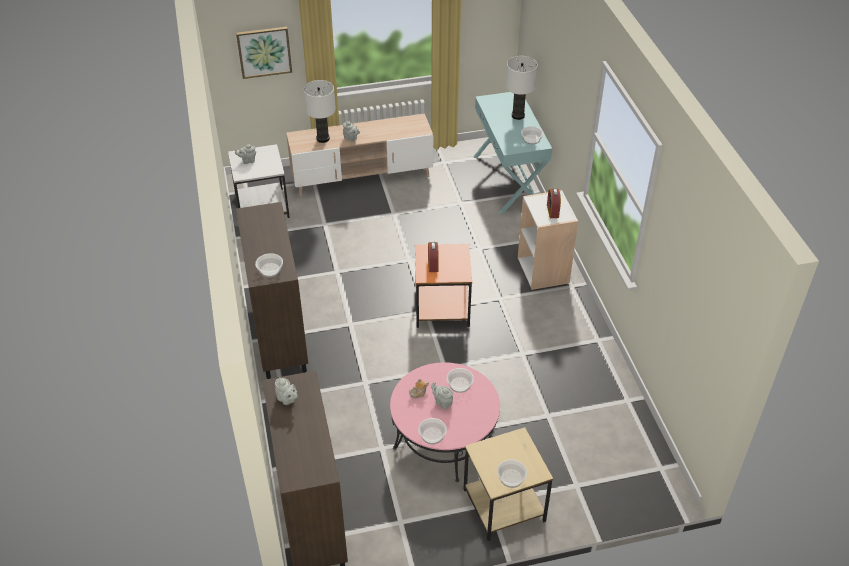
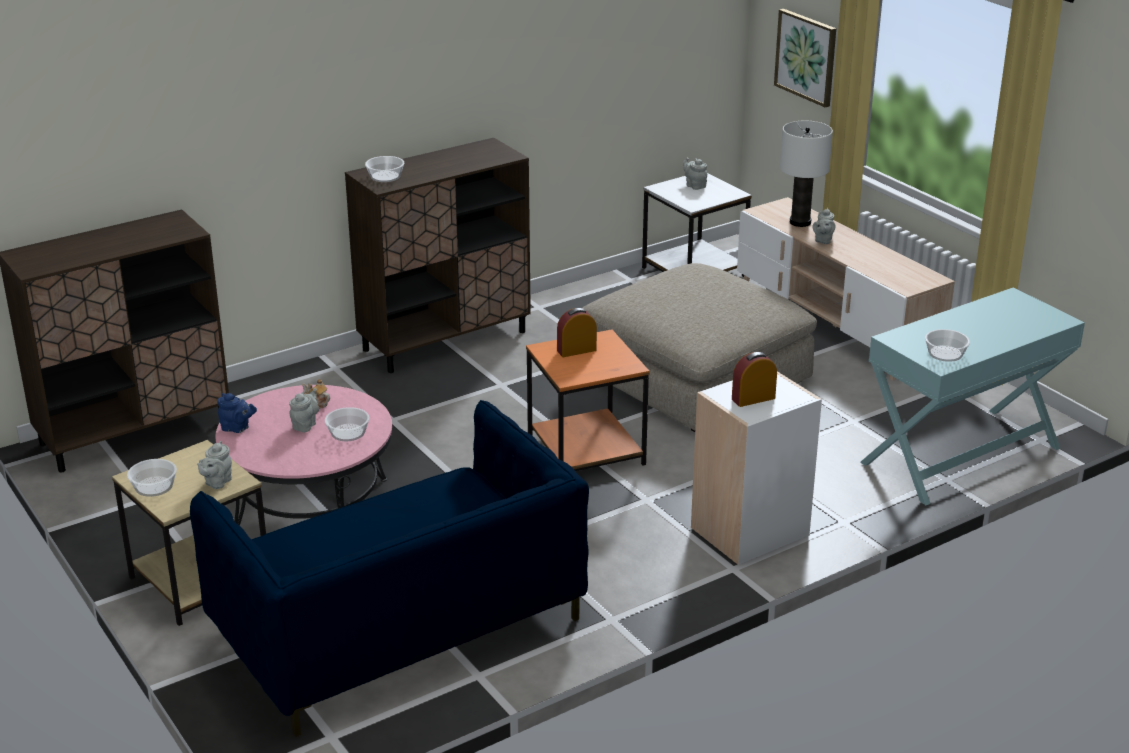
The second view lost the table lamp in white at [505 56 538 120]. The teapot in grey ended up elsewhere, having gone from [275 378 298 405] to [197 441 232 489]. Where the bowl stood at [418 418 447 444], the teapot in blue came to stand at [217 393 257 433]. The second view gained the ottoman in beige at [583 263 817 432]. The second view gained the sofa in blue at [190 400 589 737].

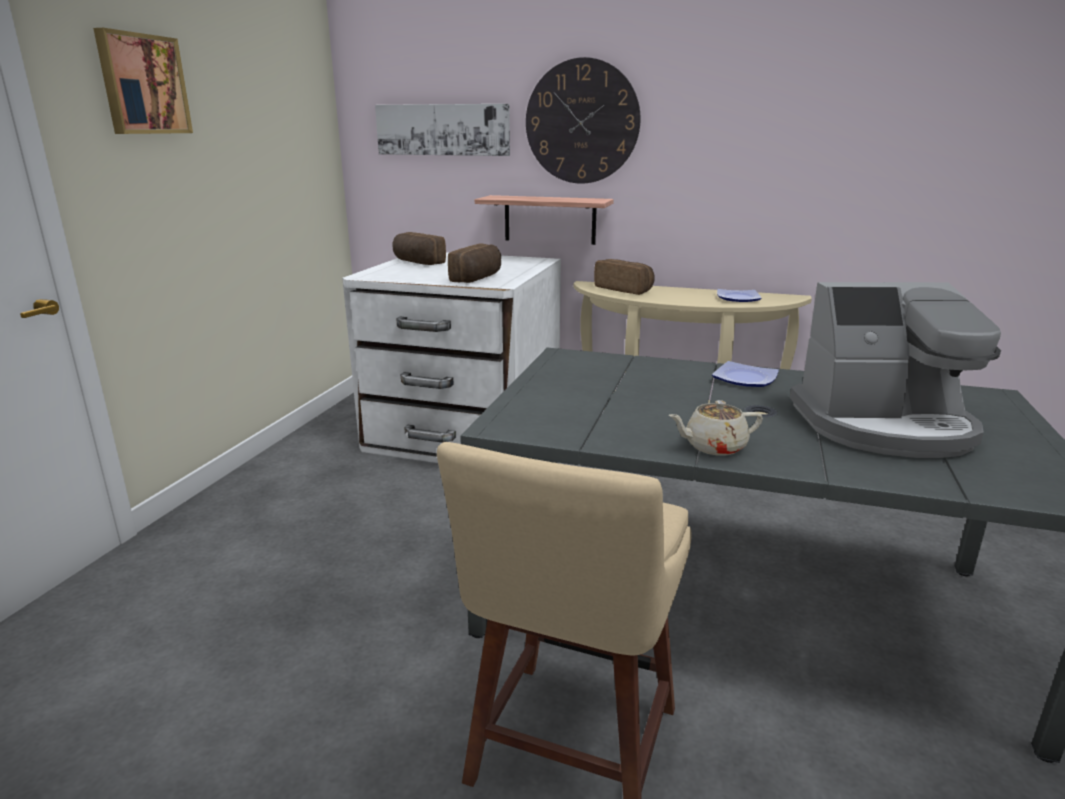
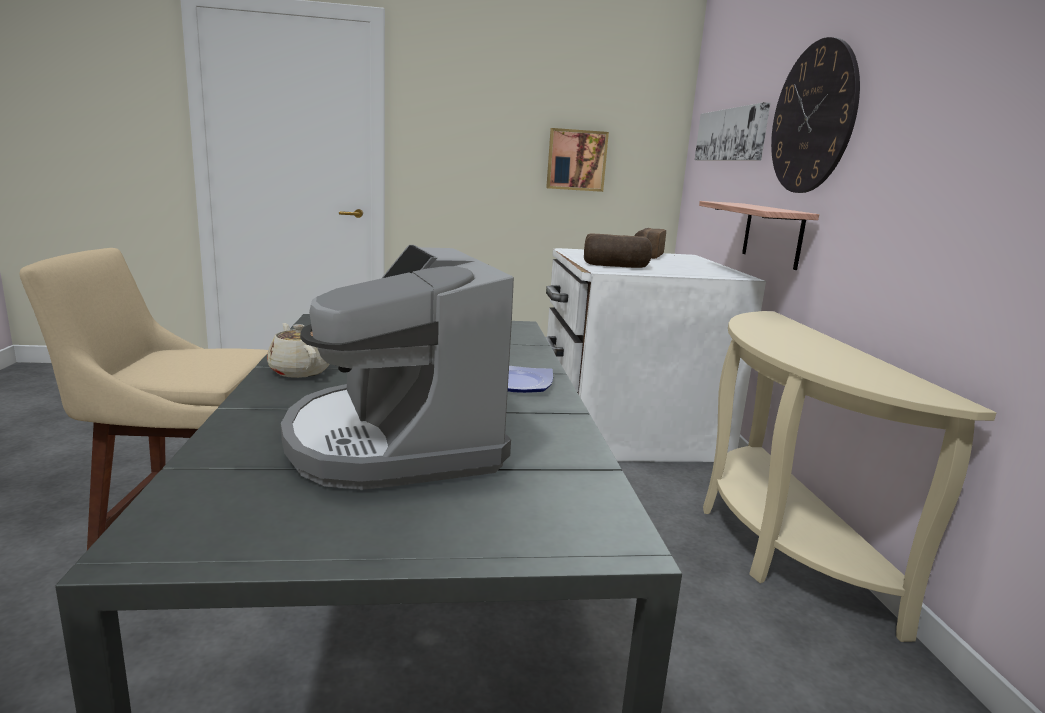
The picture ended up elsewhere, having gone from [93 28 193 134] to [546 128 609 192]. The second view lost the bread at [594 259 655 295]. The second view lost the plate at [717 289 762 302].

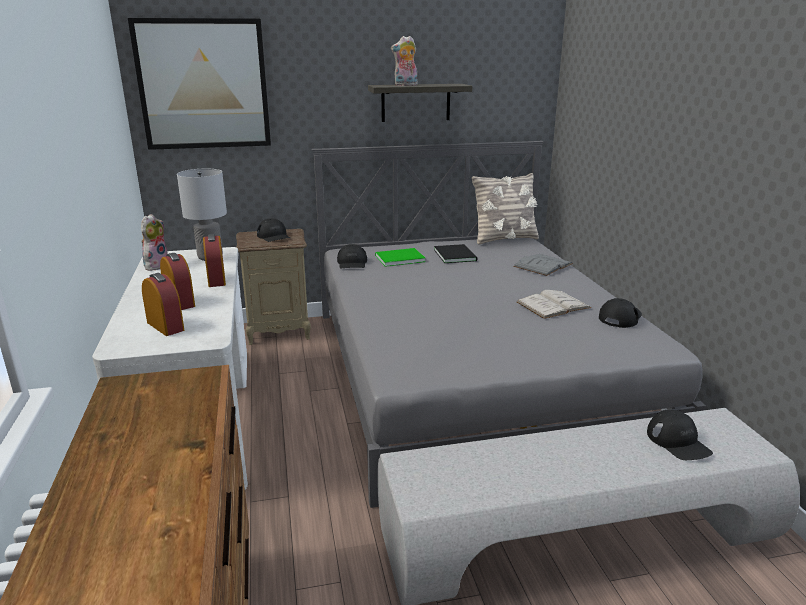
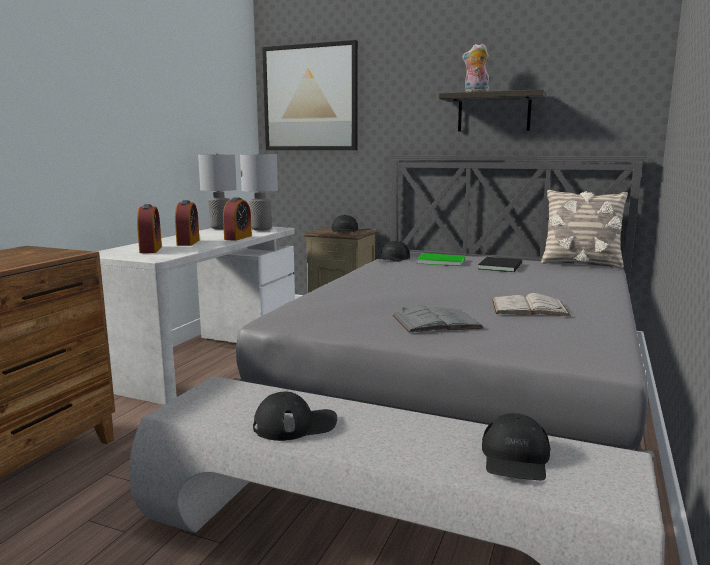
Where the plush toy stood at [141 214 168 271], the table lamp in grey came to stand at [198 153 237 229]. The book in grey ended up elsewhere, having gone from [513 254 573 276] to [392 305 484 333]. The cap in black ended up elsewhere, having gone from [599 298 642 328] to [253 392 338 441].

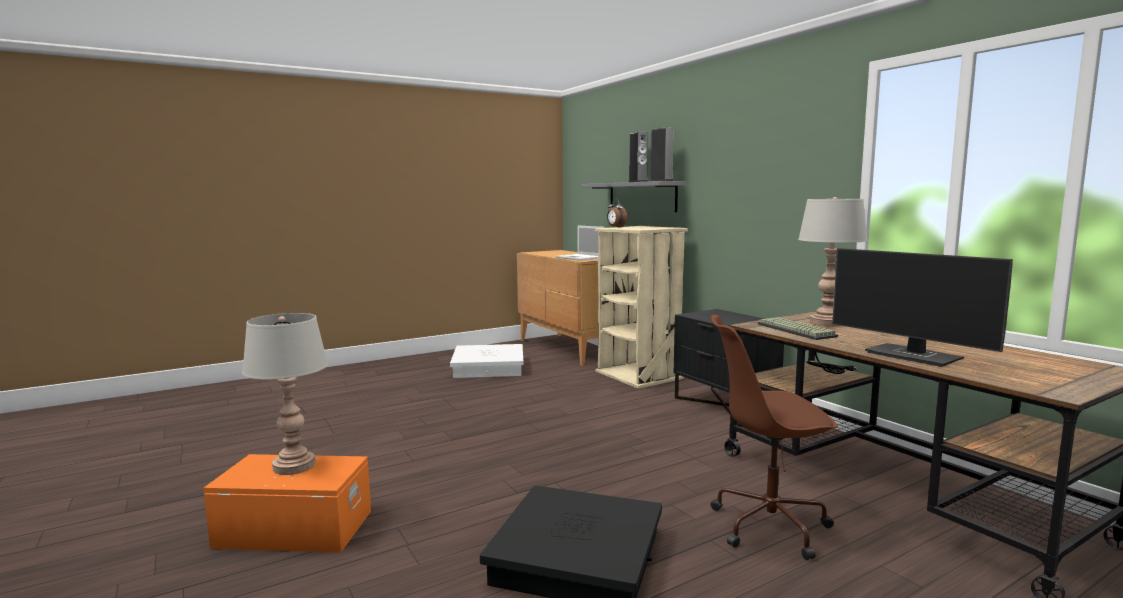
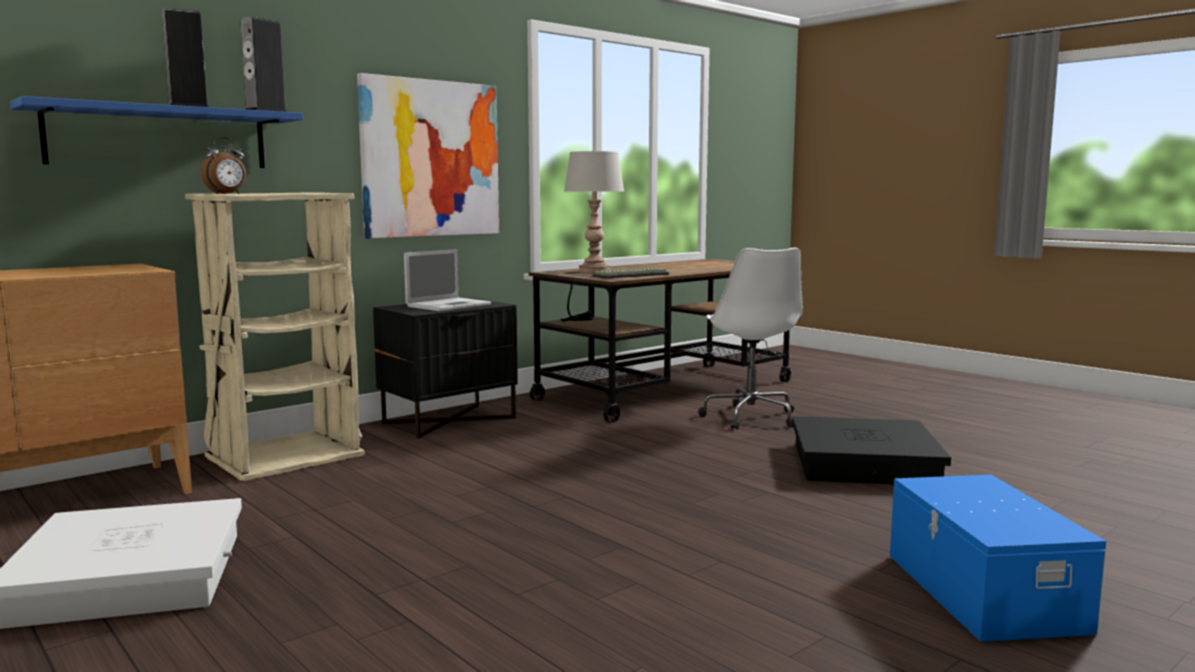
What was the shelf in grey at [582 181 686 212] turned into the shelf in blue at [10 96 303 168]. The laptop ended up elsewhere, having gone from [556 226 604 261] to [404 249 491 311]. The second view lost the monitor at [832 248 1013 367]. The second view lost the table lamp in grey at [242 313 328 475]. What was the office chair in brown at [710 315 838 560] turned into the office chair in white at [698 248 803 429]. What was the storage box in orange at [203 454 371 552] turned into the storage box in blue at [890 475 1106 642]. The second view gained the picture at [357 73 499 238].

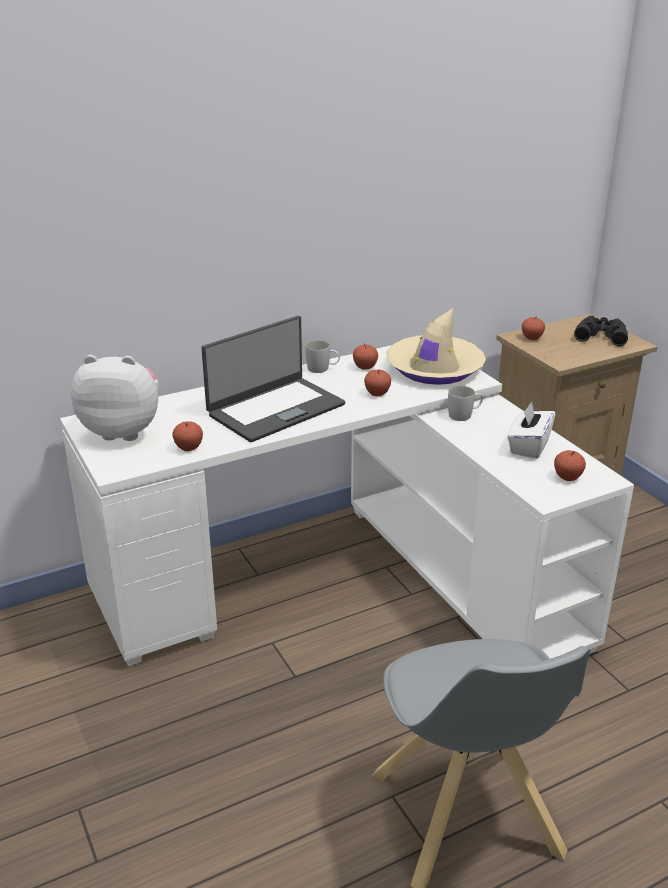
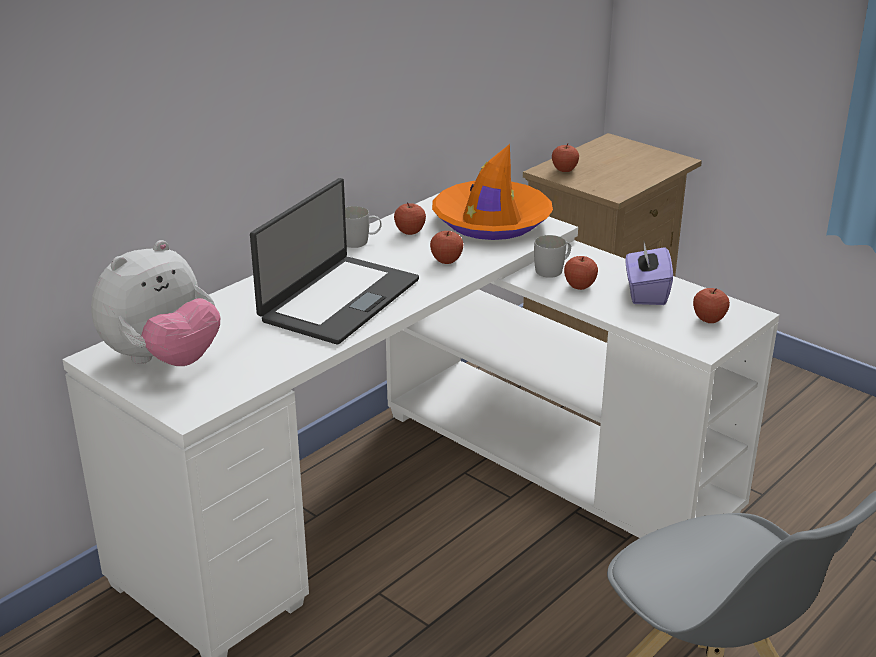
What was the hat in beige at [386 308 486 385] turned into the hat in orange at [432 144 553 240]. The second view lost the binoculars in black at [574 316 628 347]. The plush toy at [71 355 159 441] ended up facing another way, 150 degrees clockwise from before. What was the tissue box in white at [507 401 555 459] turned into the tissue box in purple at [625 242 673 305]. The apple ended up elsewhere, having gone from [173 421 203 451] to [564 256 598 290].

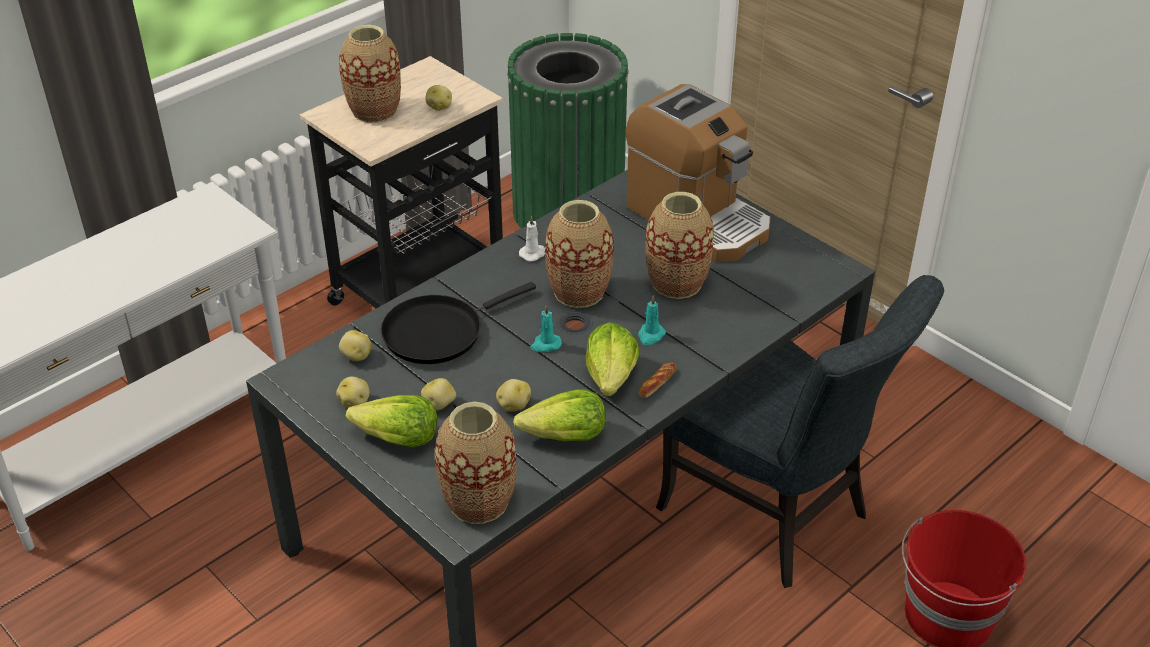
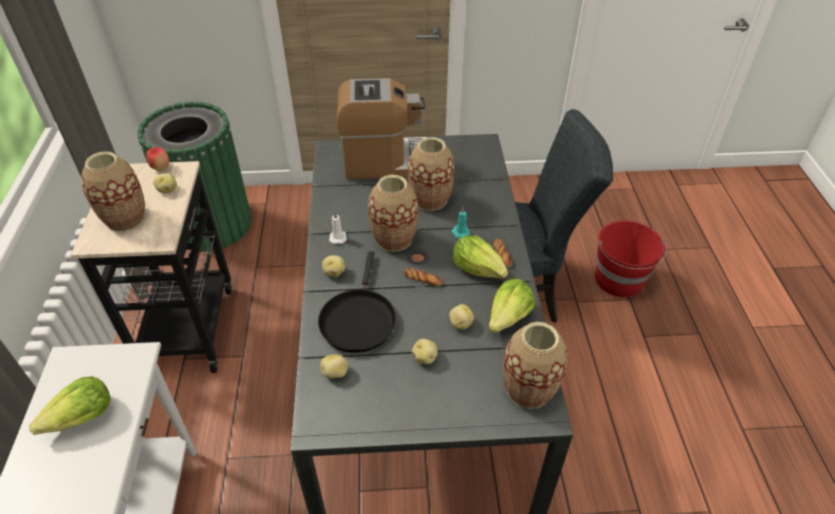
Where the candle in turquoise stood at [531 305 562 352], the bread came to stand at [404 268 442 286]. The potato ended up elsewhere, having gone from [336 377 370 408] to [322 255 345 277]. The lettuce ended up elsewhere, having gone from [346 395 438 448] to [29 376 111 435]. The second view gained the apple at [146 147 169 171].

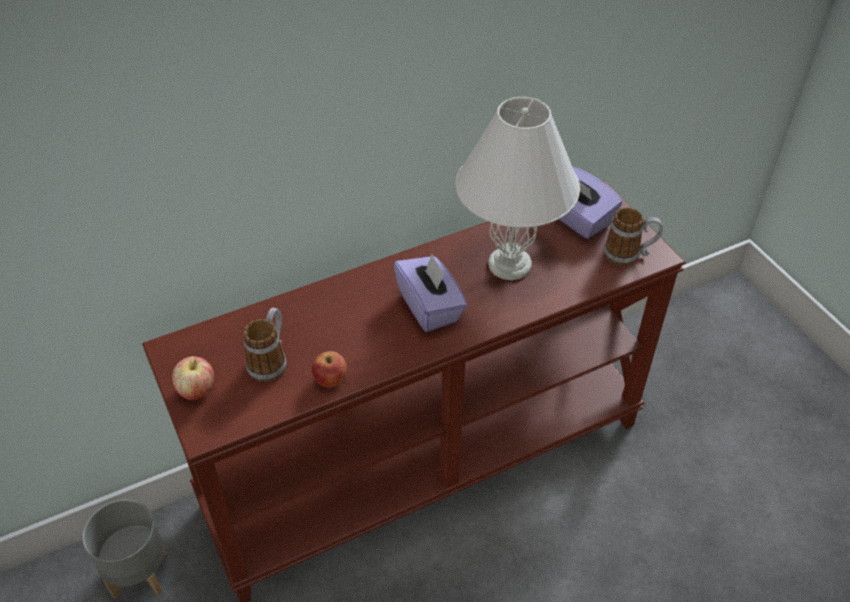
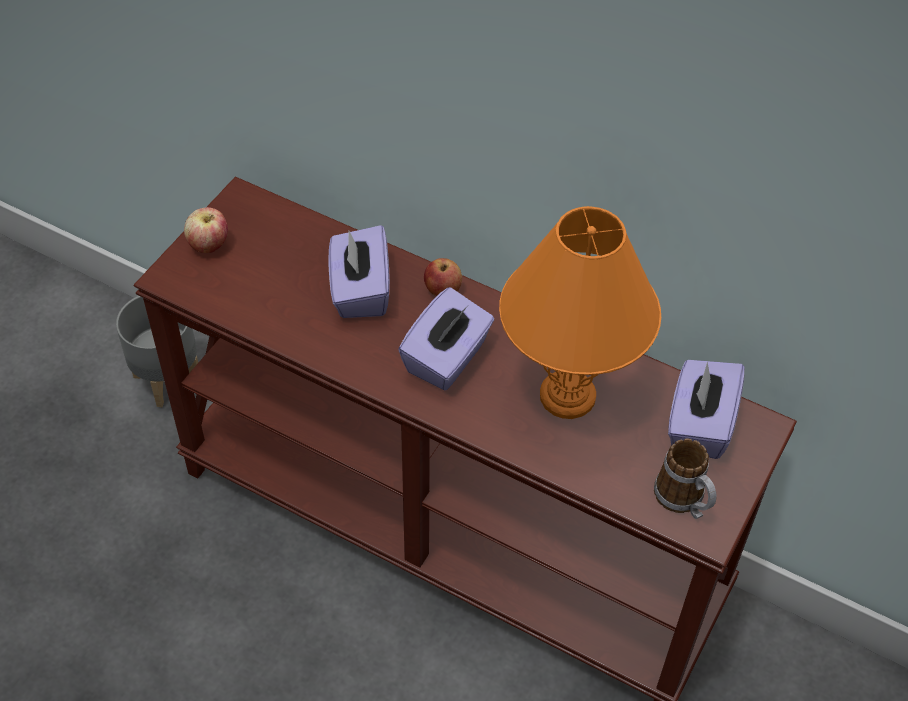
What was the table lamp in white at [456 97 580 280] turned into the table lamp in orange at [499 206 661 419]. The second view lost the mug at [243 308 287 382]. The apple ended up elsewhere, having gone from [312 351 347 388] to [424 258 462 296]. The second view gained the tissue box in purple at [329 225 390 318].

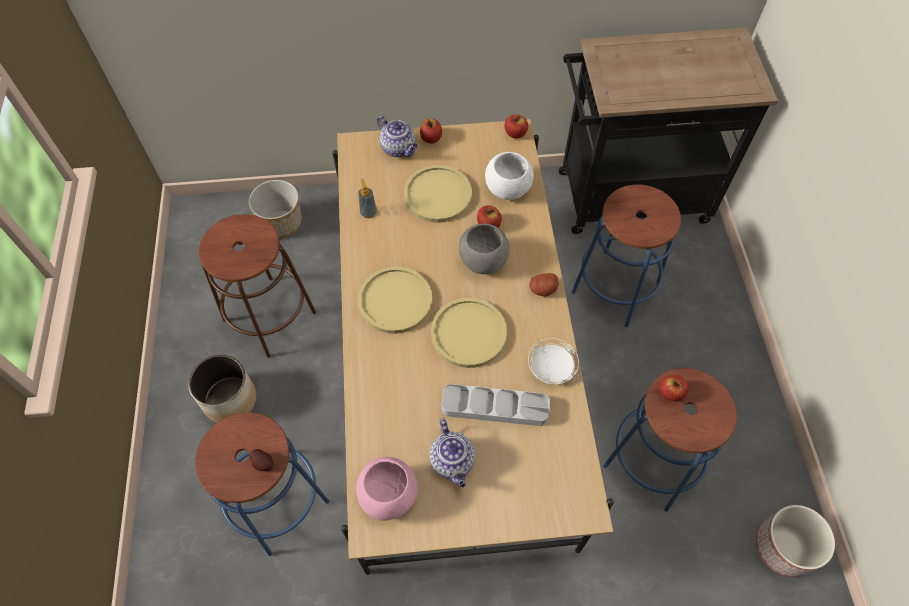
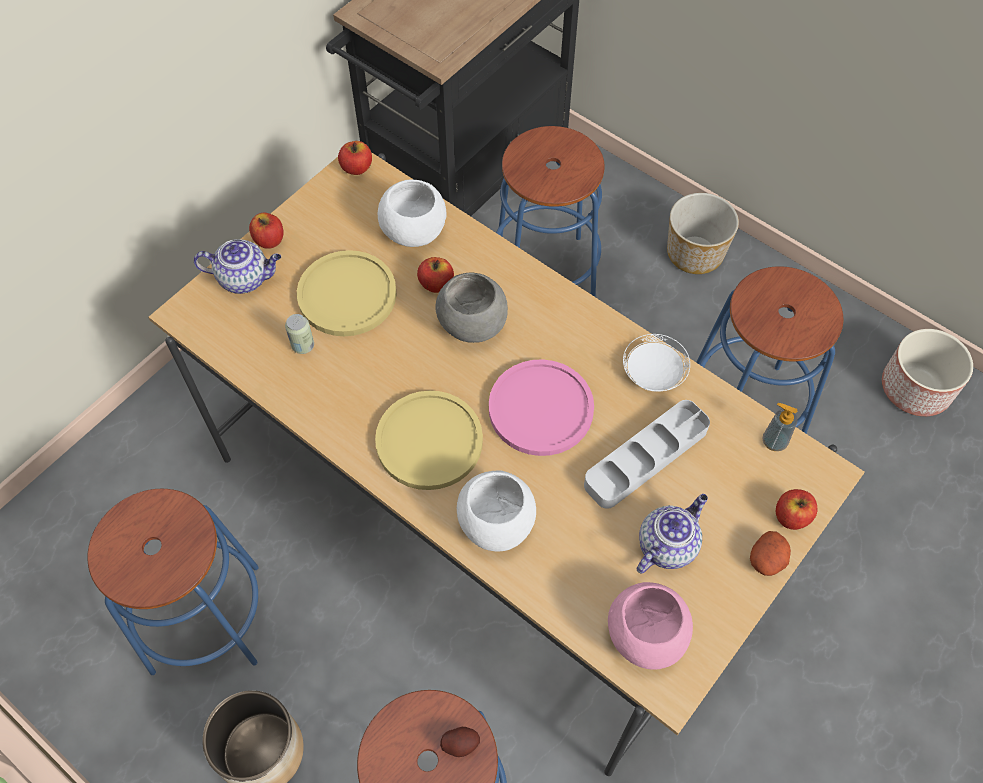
The soap dispenser ended up elsewhere, having gone from [358 178 377 218] to [762 403 798 451]. The planter ended up elsewhere, having gone from [249 180 302 238] to [667 193 739 274]. What was the stool in brown at [199 214 316 358] turned into the stool in blue at [87 489 259 675]. The potato ended up elsewhere, having gone from [529 273 559 297] to [750 531 791 576]. What was the plate in yellow at [431 298 507 368] turned into the plate in pink at [489 359 594 456]. The apple ended up elsewhere, having gone from [659 375 689 401] to [776 489 817 530]. The teapot at [429 418 475 487] ended up facing another way, 75 degrees counterclockwise from before. The second view gained the can at [285 314 314 354]. The second view gained the bowl in white at [457 470 536 551].

